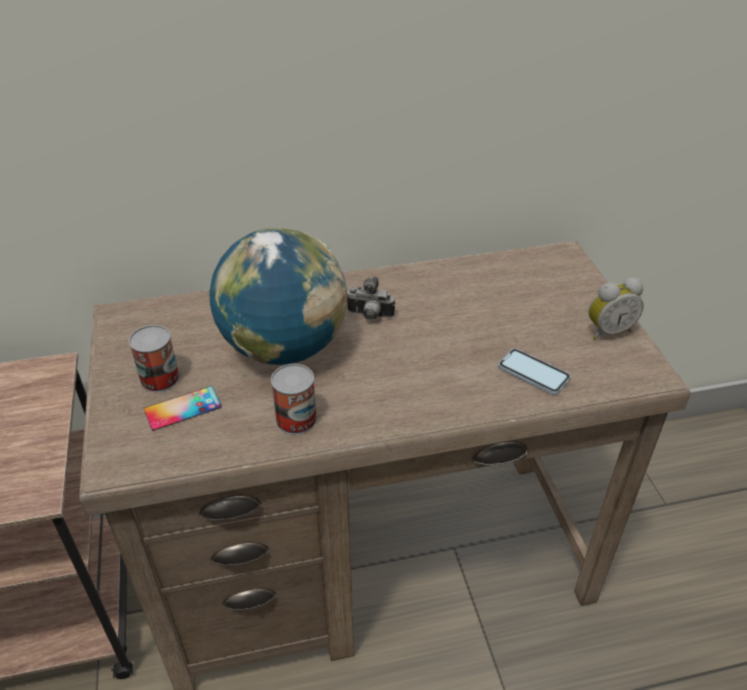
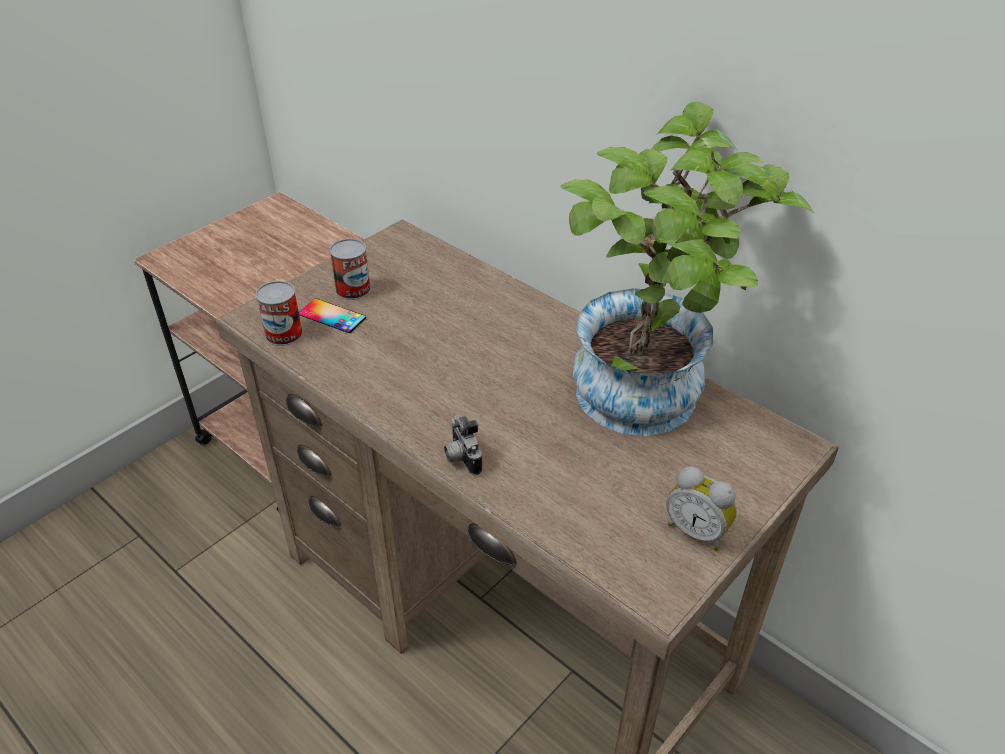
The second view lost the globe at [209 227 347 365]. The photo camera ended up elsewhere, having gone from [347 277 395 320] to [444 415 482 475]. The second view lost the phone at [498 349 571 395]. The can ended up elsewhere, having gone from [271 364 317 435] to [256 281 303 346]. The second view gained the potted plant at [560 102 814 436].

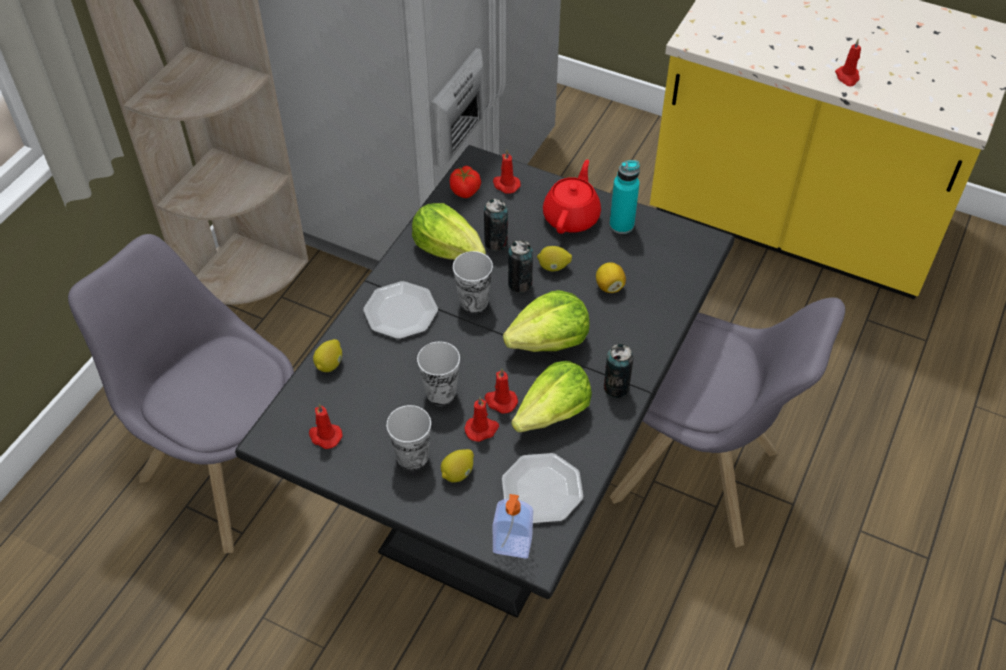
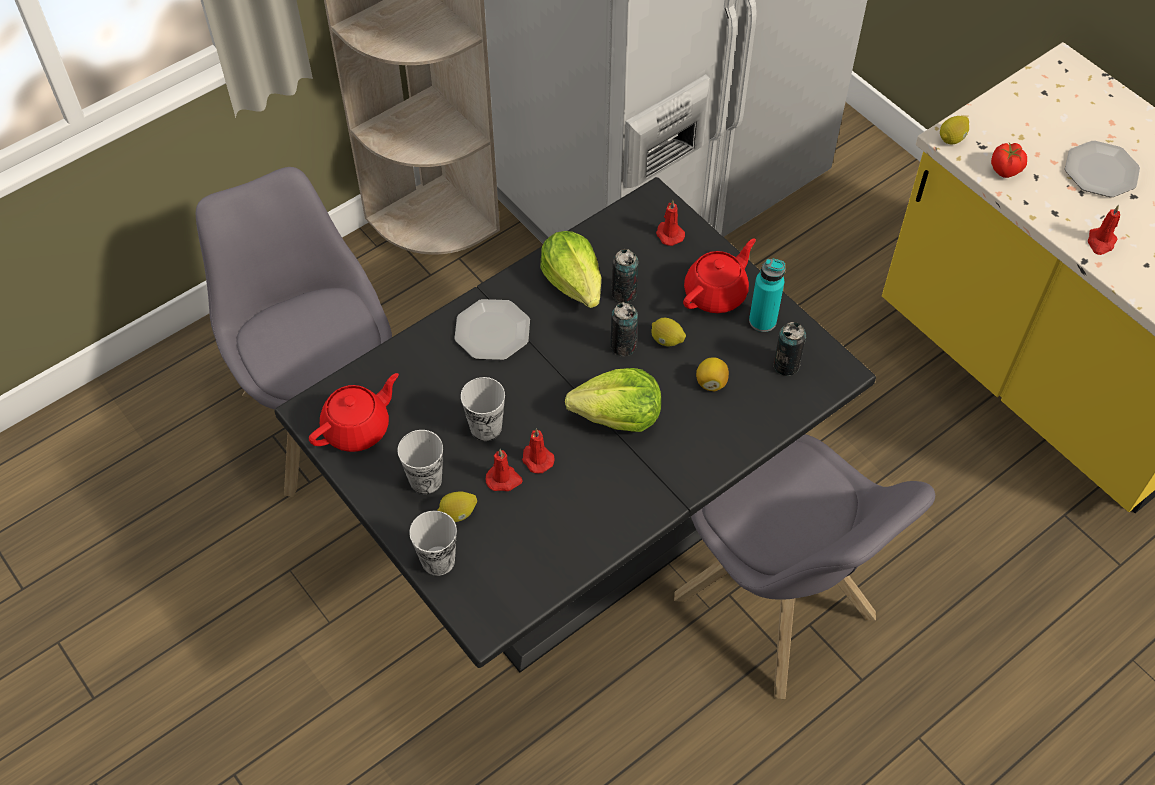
The tomato ended up elsewhere, having gone from [450 166 481 198] to [991 143 1027 178]. The cup ended up elsewhere, having gone from [453 251 493 312] to [409 511 457 576]. The lemon ended up elsewhere, having gone from [313 339 342 372] to [940 116 969 145]. The can ended up elsewhere, having gone from [604 344 634 398] to [774 322 806 376]. The second view lost the lettuce at [511 361 592 432]. Where the candle in red stood at [309 404 343 449], the teapot in red came to stand at [309 373 399 452]. The plate ended up elsewhere, having gone from [502 453 584 524] to [1065 141 1140 197]. The second view lost the soap dispenser at [493 494 533 559].

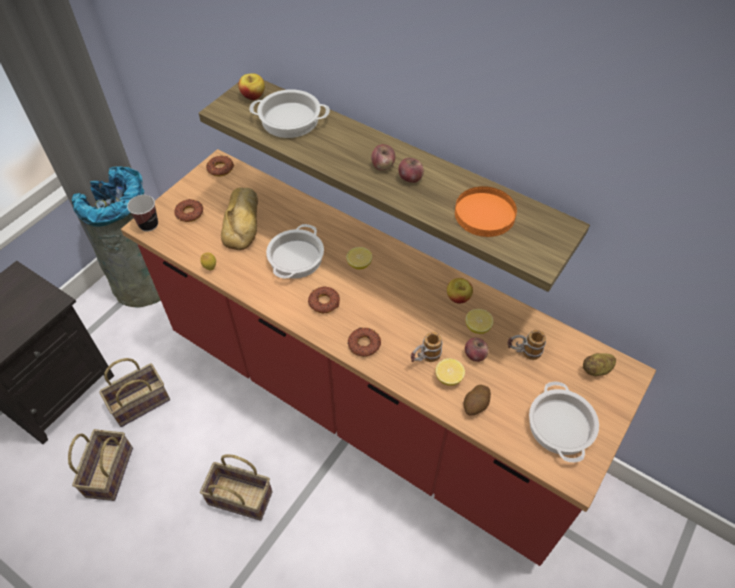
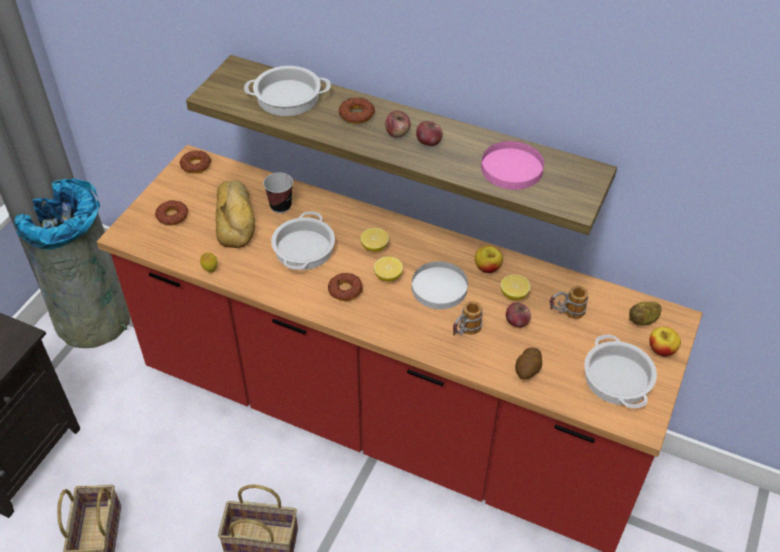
The apple ended up elsewhere, having gone from [238 73 265 100] to [649 327 681 357]. What was the plate in orange at [455 186 517 237] turned into the plate in pink at [481 141 544 190]. The cup ended up elsewhere, having gone from [127 195 158 232] to [263 172 293 213]. The donut ended up elsewhere, having gone from [348 328 381 357] to [339 98 375 124]. The second view lost the basket at [99 358 170 427]. The lemon ended up elsewhere, having gone from [435 358 465 386] to [374 257 403 281]. The second view gained the plate in white at [412 261 468 309].

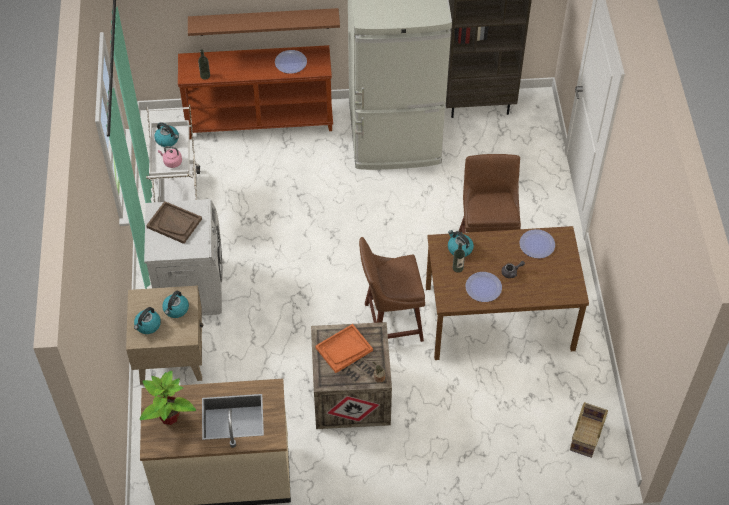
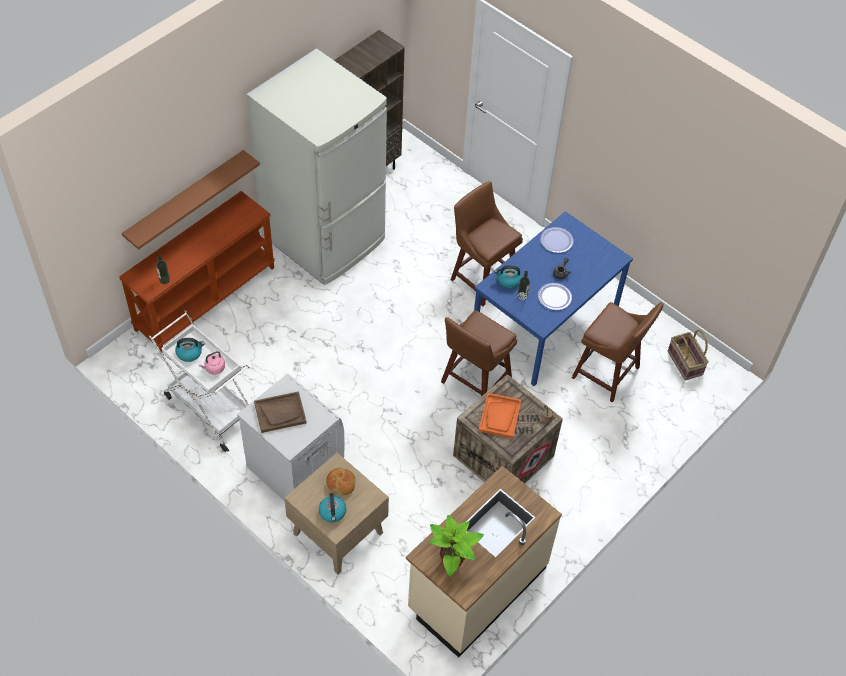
The second view lost the plate at [275 50 307 74]. What was the dining table in brown at [426 226 589 360] turned into the dining table in blue at [474 211 633 386]. Where the kettle stood at [162 291 189 318], the bread came to stand at [326 468 356 495]. The second view gained the chair in brown at [572 302 663 402].

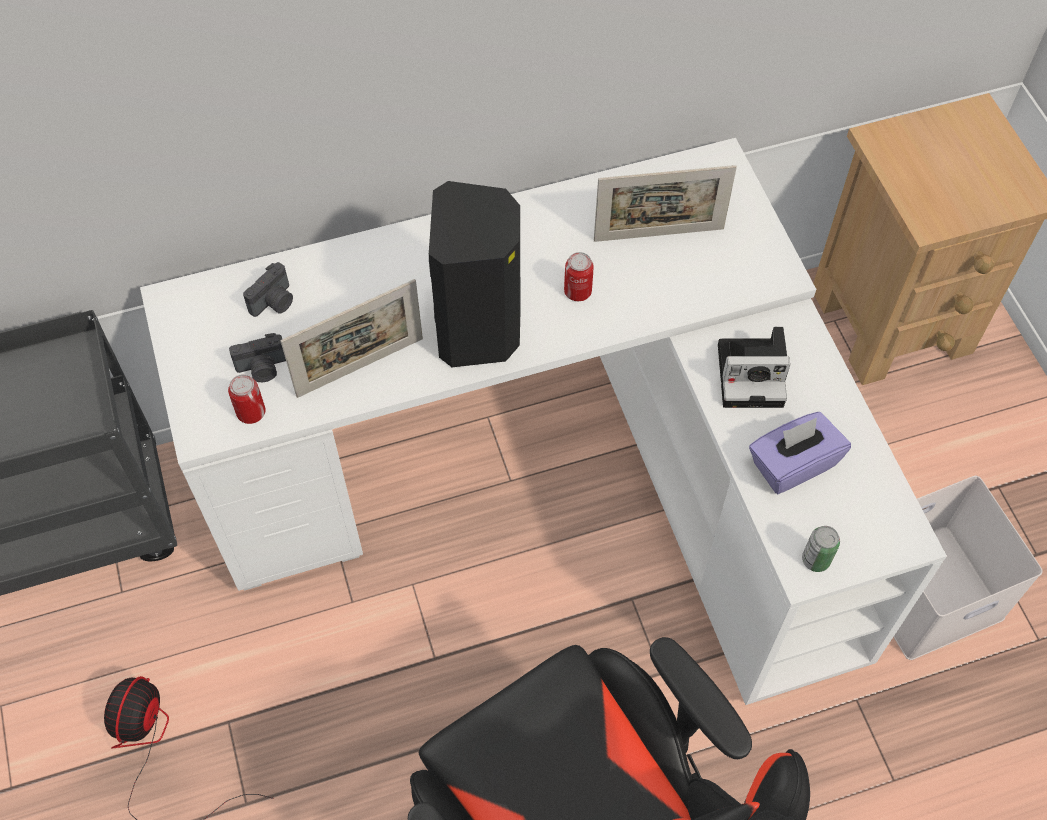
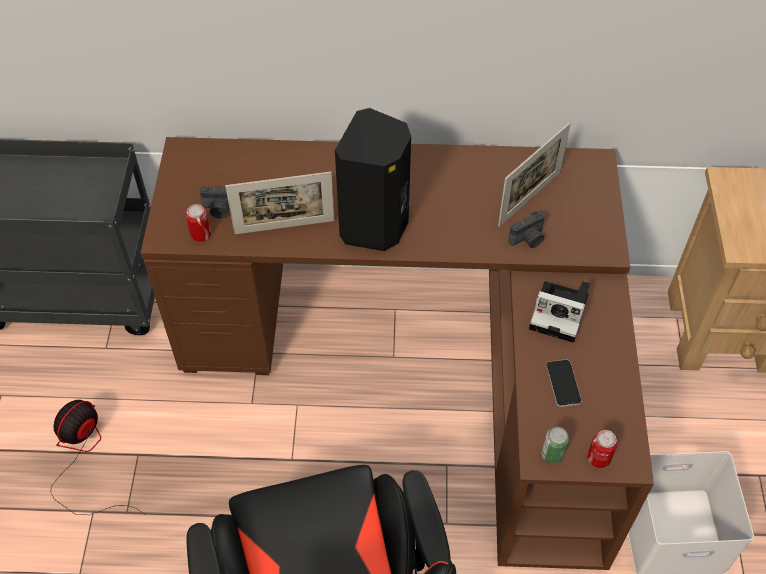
What was the desk in white at [140 138 947 705] turned into the desk in brown at [141 137 654 570]. The picture frame at [594 165 737 242] ended up facing another way, 60 degrees counterclockwise from before. The can ended up elsewhere, having gone from [564 252 594 301] to [587 430 617 468]. The photo camera ended up elsewhere, having gone from [243 262 293 317] to [508 211 545 248]. Where the tissue box in purple stood at [749 412 851 494], the phone came to stand at [546 359 582 407].

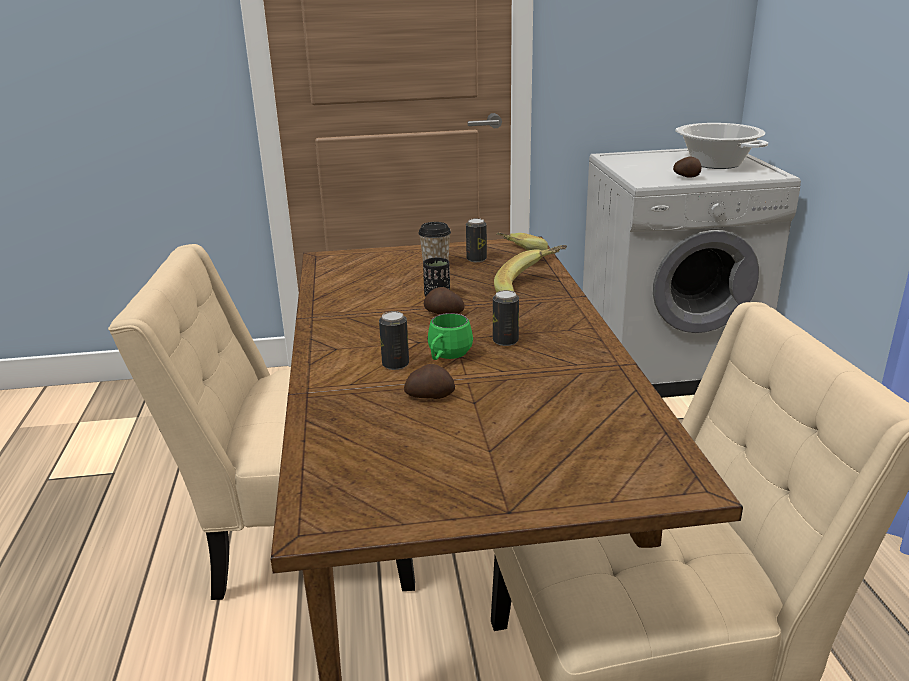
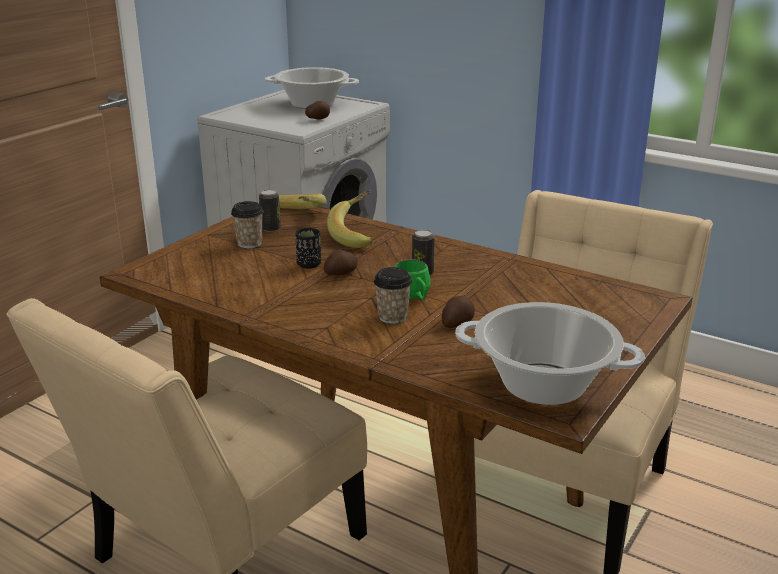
Where the can stood at [379 311 409 370], the cup came to stand at [374 267 412 324]. The second view gained the cooking pot at [455 302 645 405].

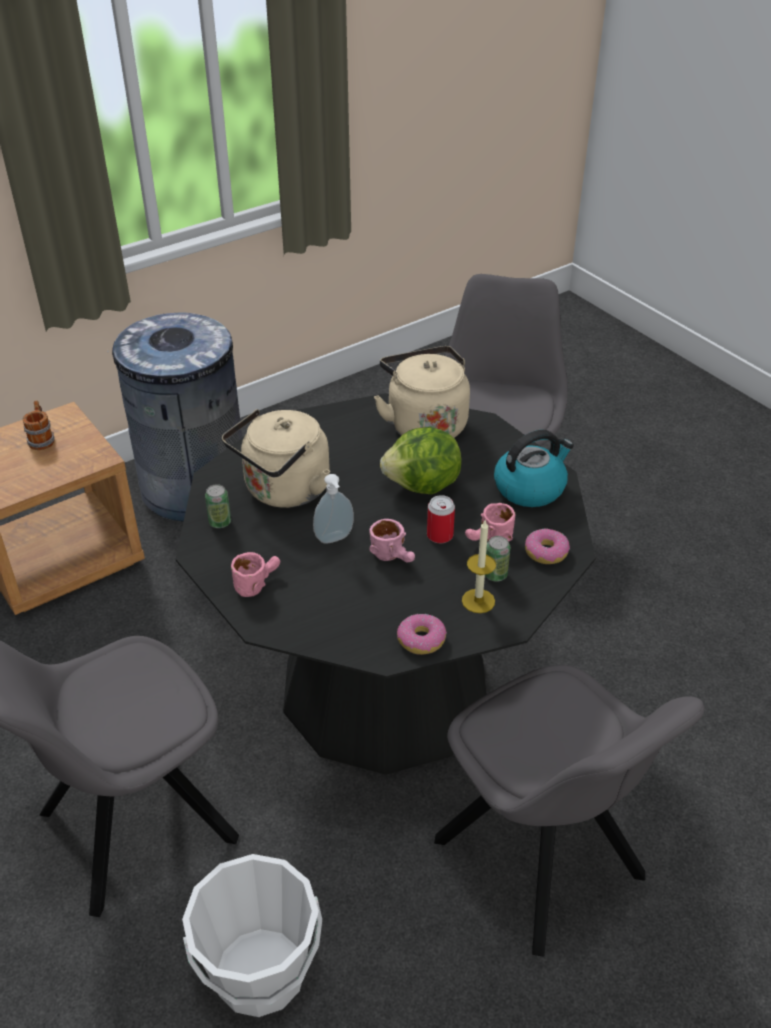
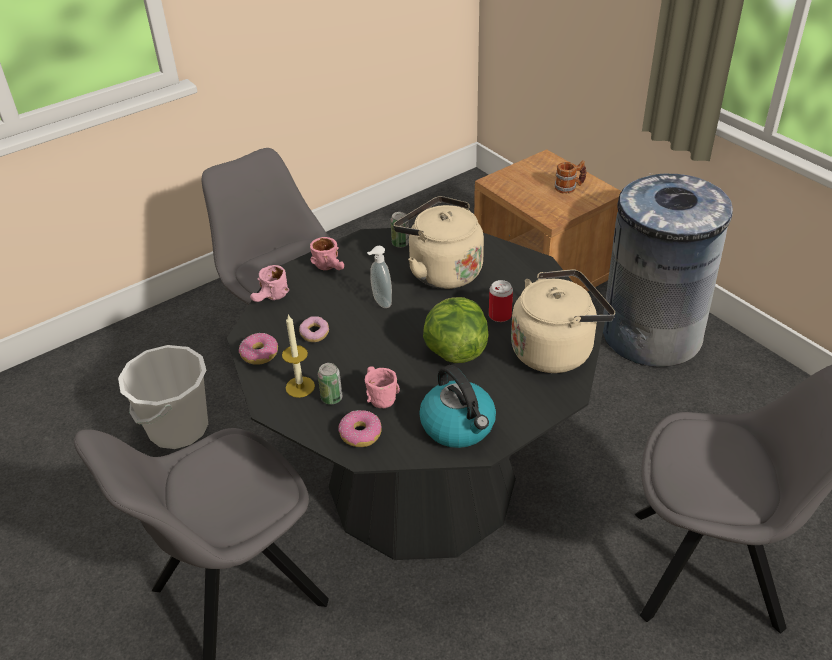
The can ended up elsewhere, having gone from [427 495 455 543] to [489 280 513 322]. The mug in pink ended up elsewhere, having gone from [369 519 415 562] to [250 265 289 302]. The second view gained the donut at [299 316 329 342].

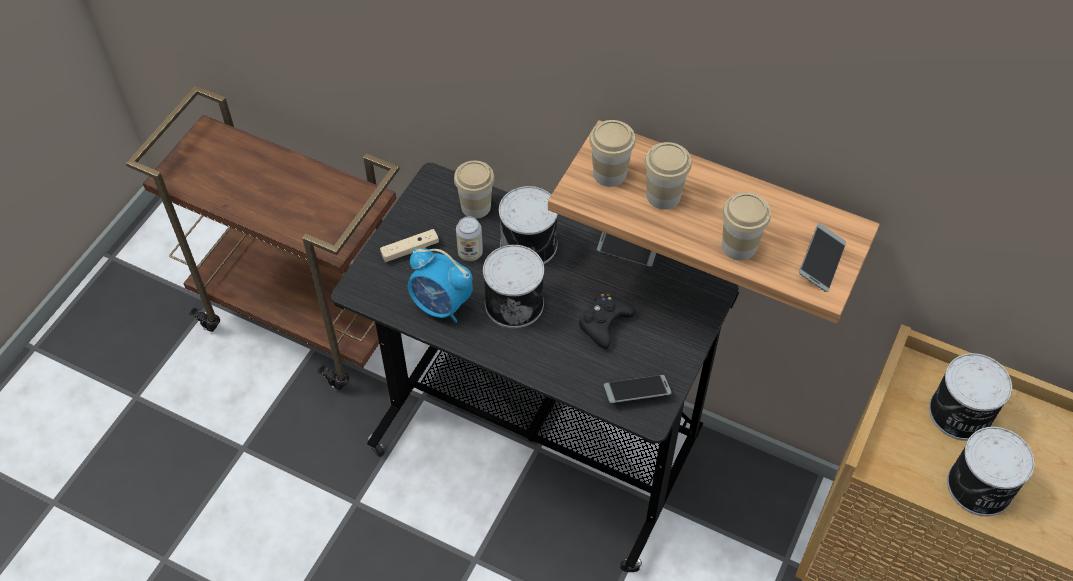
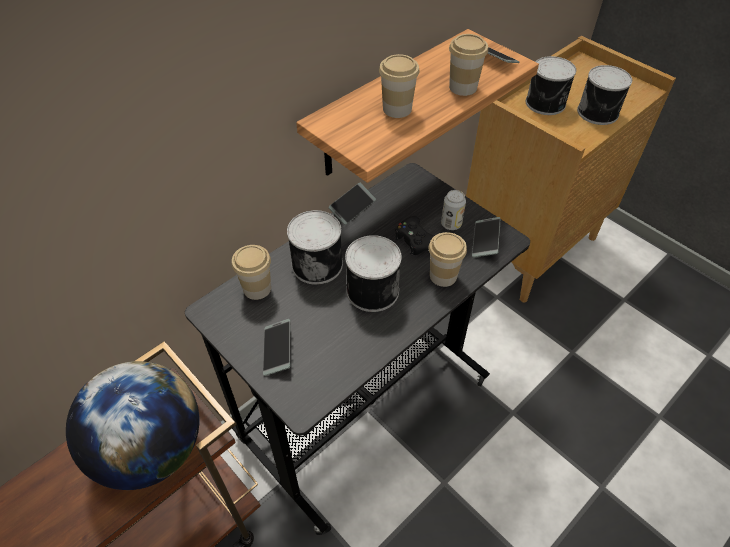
The cup ended up elsewhere, having gone from [589 120 636 187] to [428 232 467 287]. The can ended up elsewhere, having gone from [456 216 483 261] to [441 190 466 230]. Where the game controller in beige stood at [380 229 439 262], the phone came to stand at [263 319 291 376]. The second view lost the alarm clock at [408 248 473 323]. The second view gained the globe at [66 361 200 490].

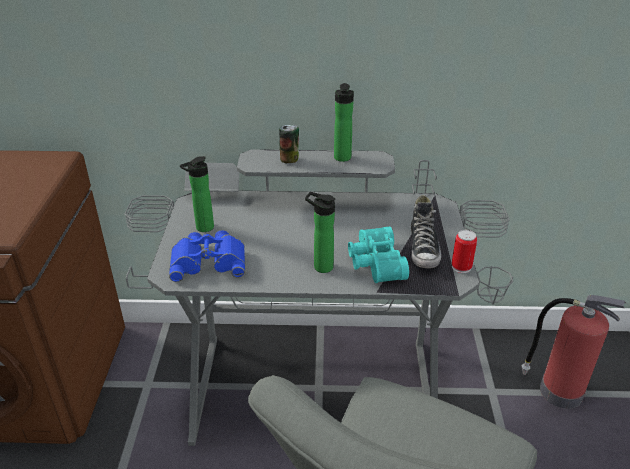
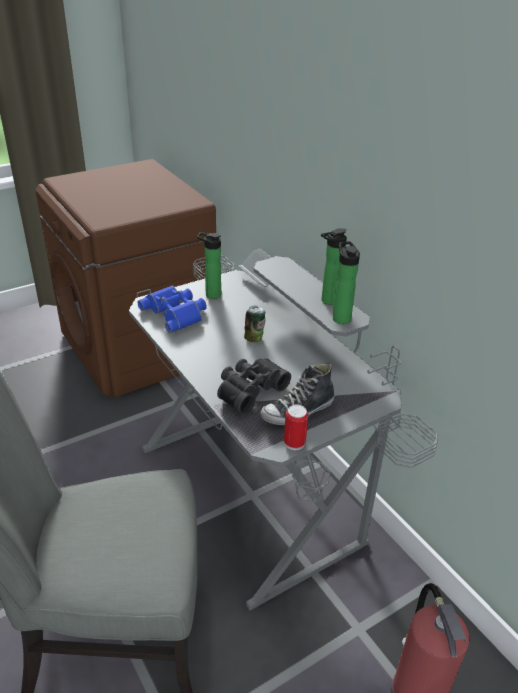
The can ended up elsewhere, having gone from [279 125 299 163] to [244 305 265 342]. The bottle ended up elsewhere, having gone from [305 192 335 273] to [333 241 360 324]. What was the binoculars in turquoise at [348 227 409 283] turned into the binoculars in black at [217 358 291 414].

